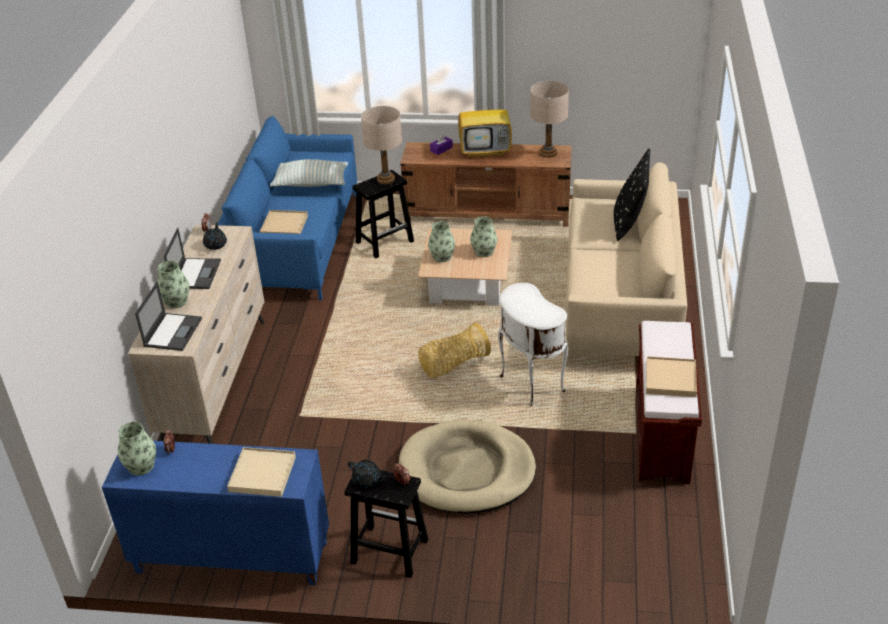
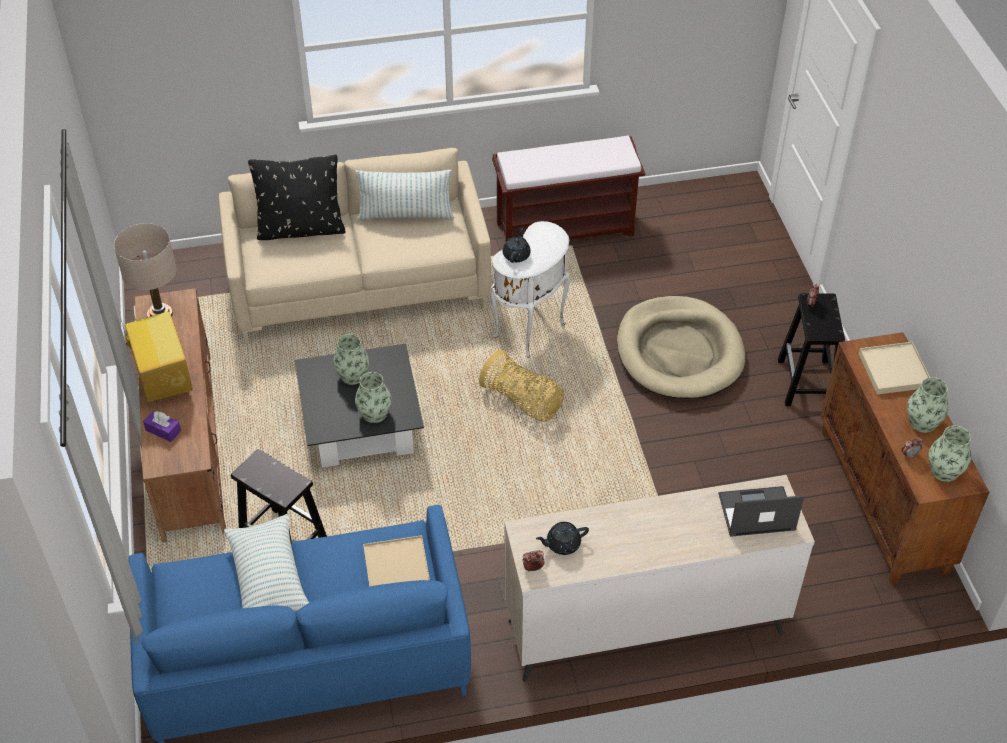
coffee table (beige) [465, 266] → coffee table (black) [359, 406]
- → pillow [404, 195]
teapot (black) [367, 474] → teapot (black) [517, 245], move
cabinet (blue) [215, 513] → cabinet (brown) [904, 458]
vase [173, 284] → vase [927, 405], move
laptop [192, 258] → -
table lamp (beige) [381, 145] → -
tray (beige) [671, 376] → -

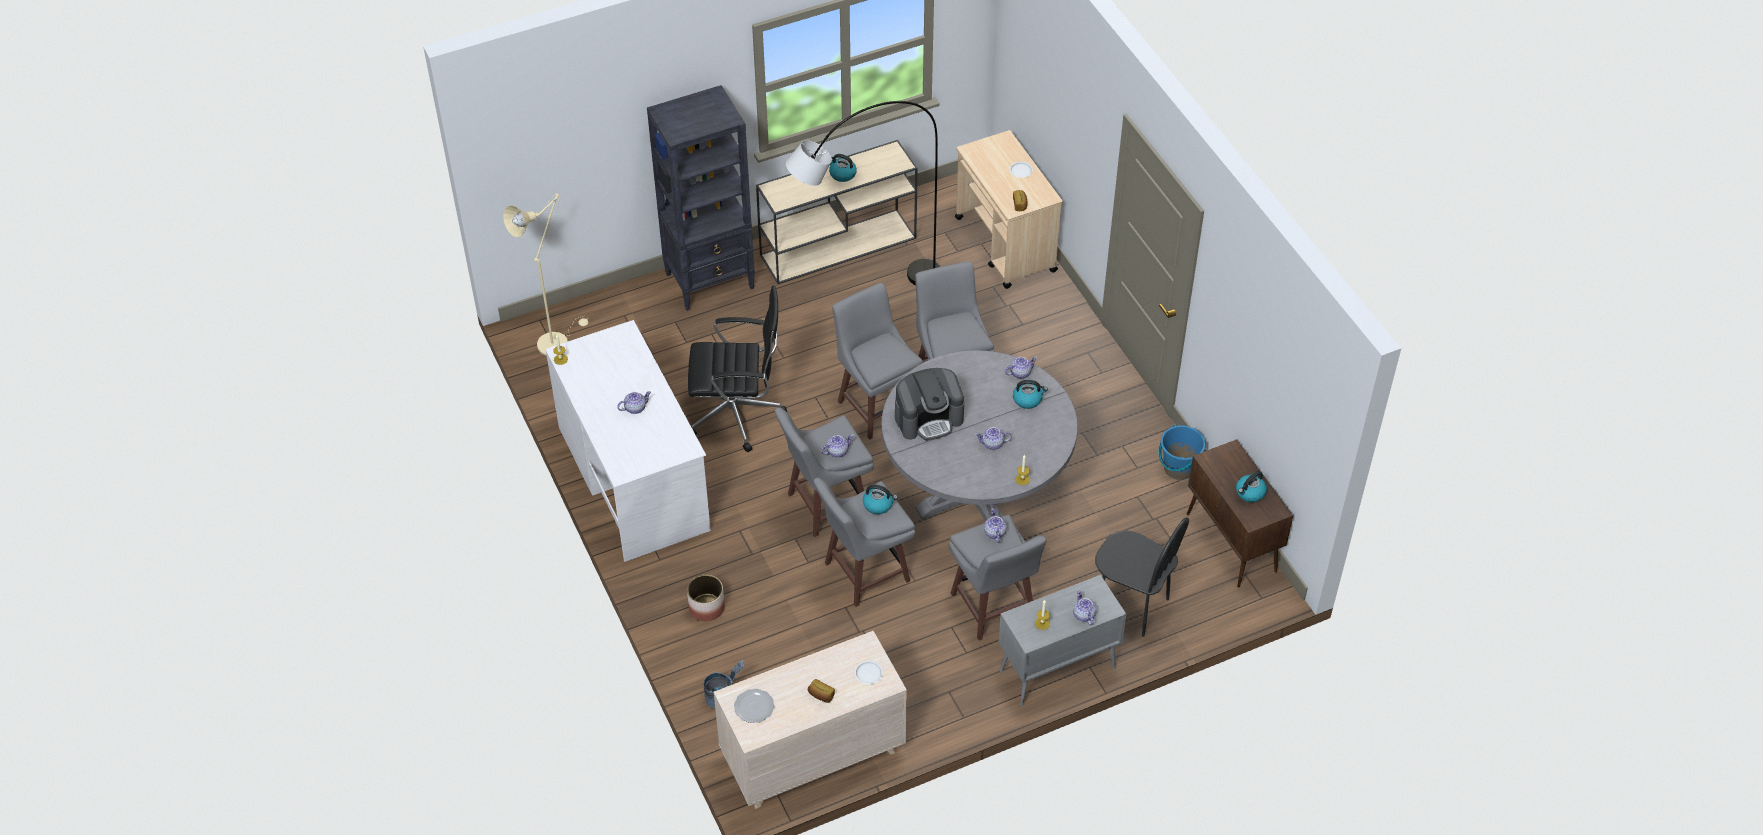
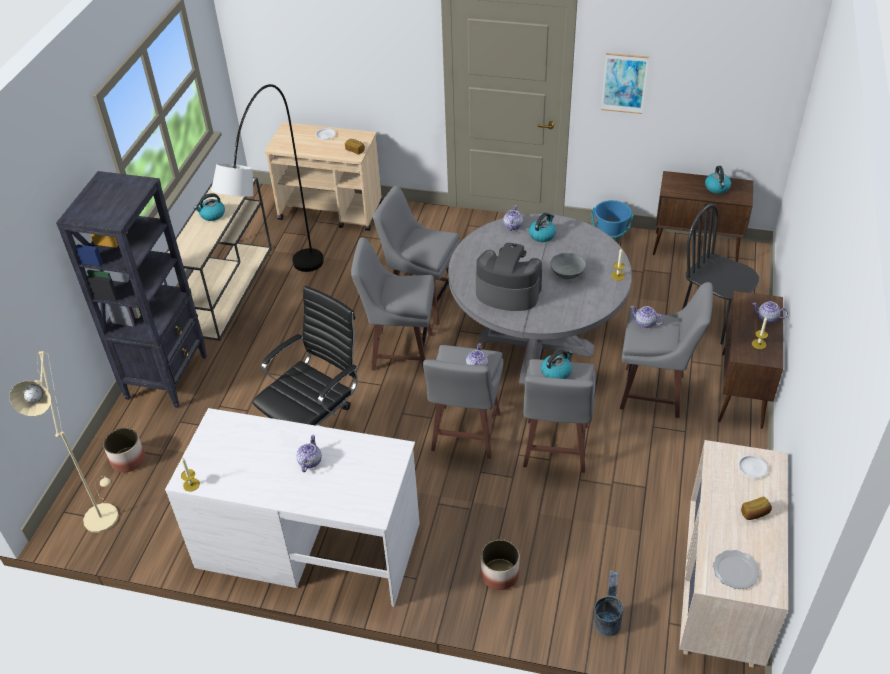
- → planter [124, 450]
coffee machine [929, 404] → coffee machine [509, 277], 90 degrees counterclockwise
teapot [993, 438] → bowl (grey) [568, 266]
- → picture [625, 83]
chair (black) [1142, 577] → chair (black) [721, 274], 120 degrees counterclockwise
cabinet (grey) [1062, 640] → cabinet (brown) [750, 360]

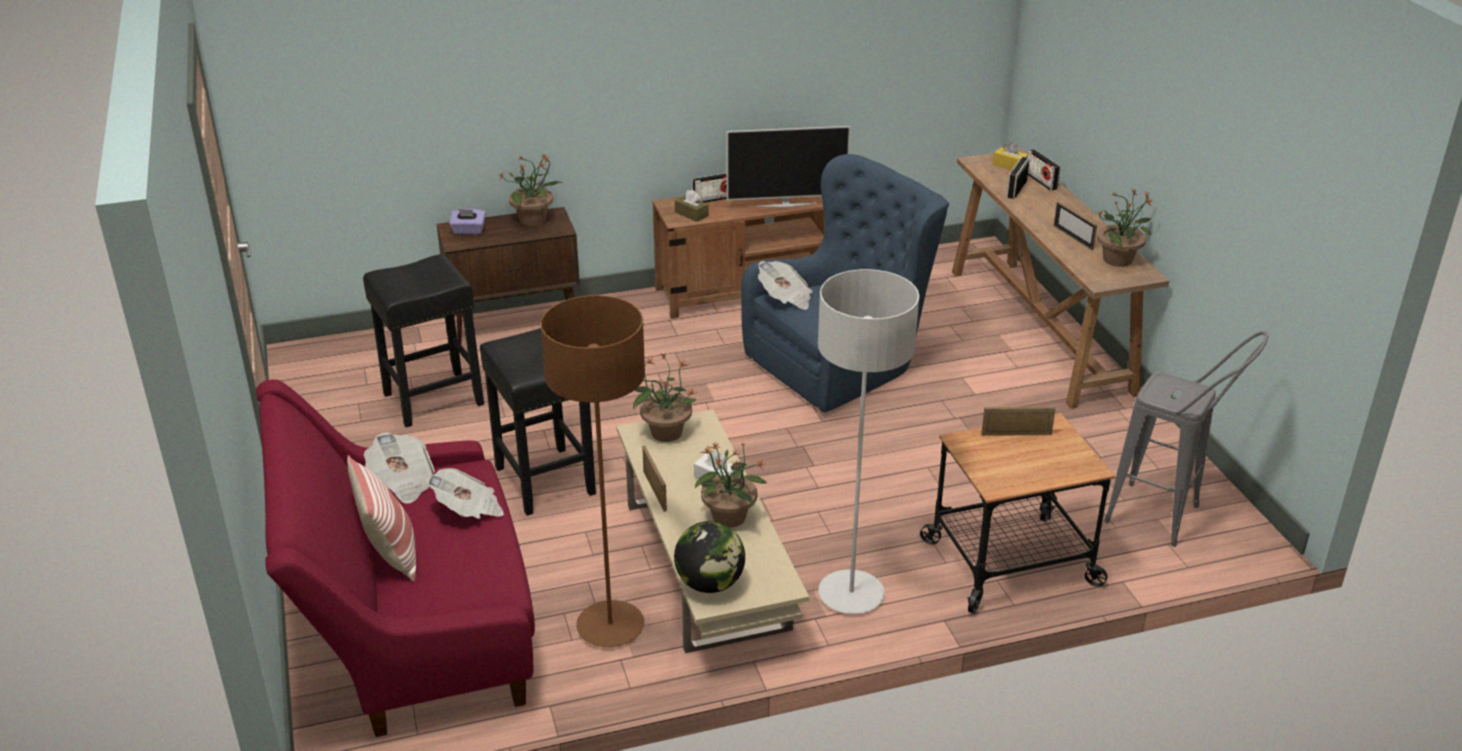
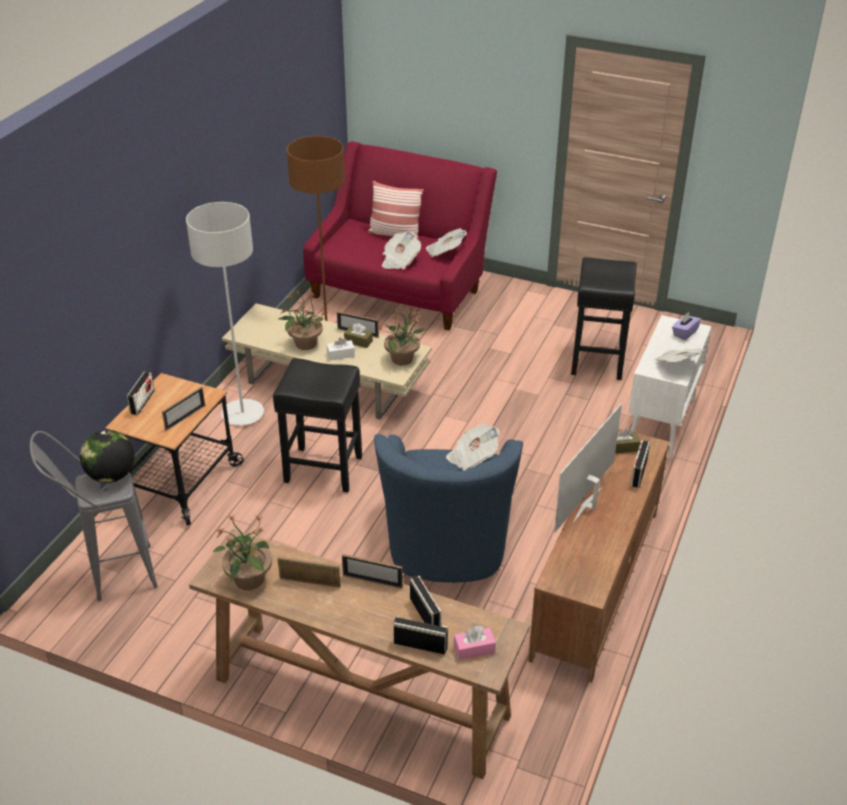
globe [709, 557] → globe [107, 456], move
- → radio [141, 393]
stool (black) [538, 422] → stool (black) [317, 425], move
- → picture frame [372, 571]
- → tissue box (brown) [358, 335]
tissue box (yellow) [1010, 156] → tissue box (pink) [475, 643]
cabinet (brown) [508, 275] → cabinet (white) [670, 387]
potted plant [531, 190] → newspaper [678, 355]

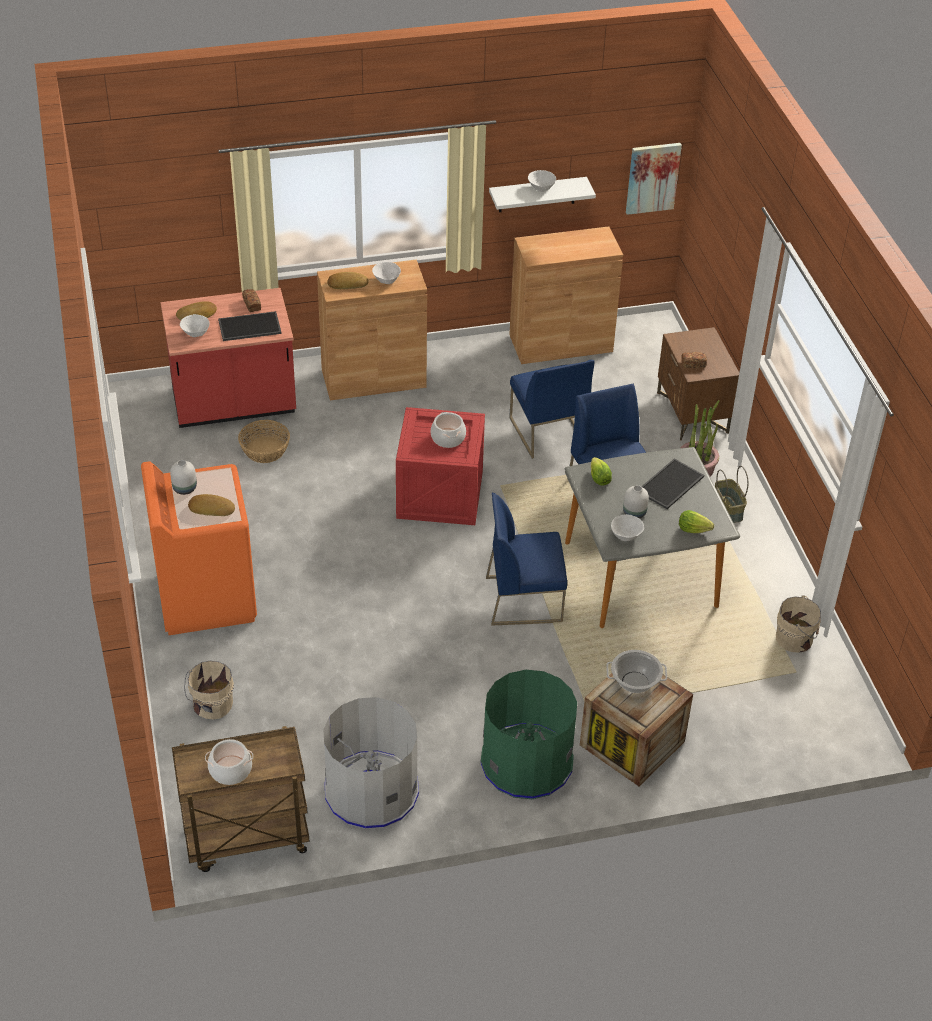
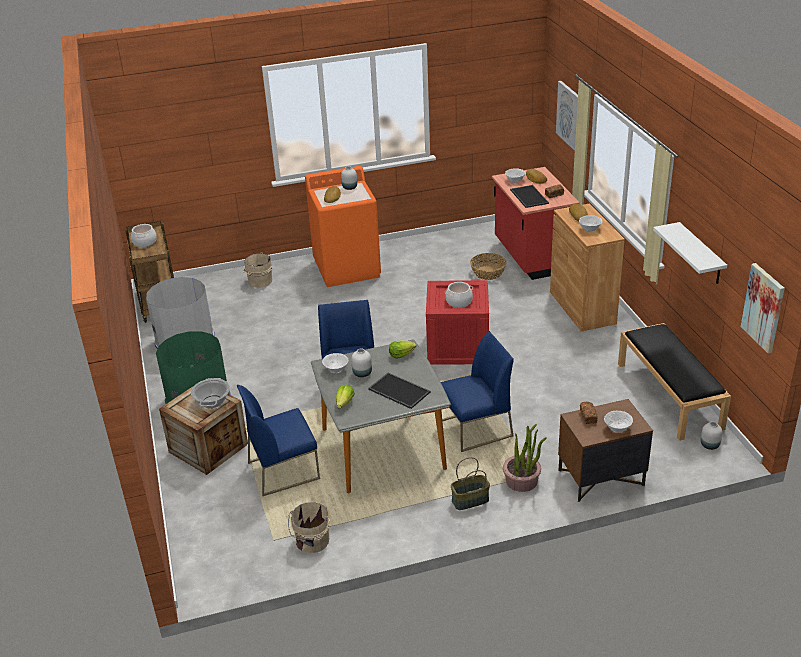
chair (blue) [551, 409] → chair (blue) [278, 440], move
- → picture [567, 116]
bowl (white) [542, 181] → bowl (white) [618, 422], move
cabinet (brown) [566, 295] → bench (black) [674, 382]
- → vase (white) [711, 436]

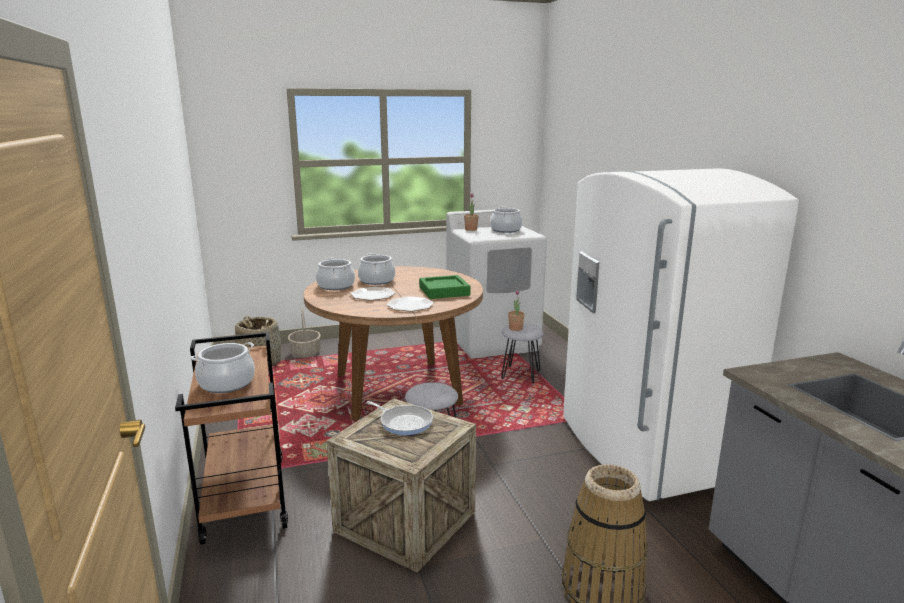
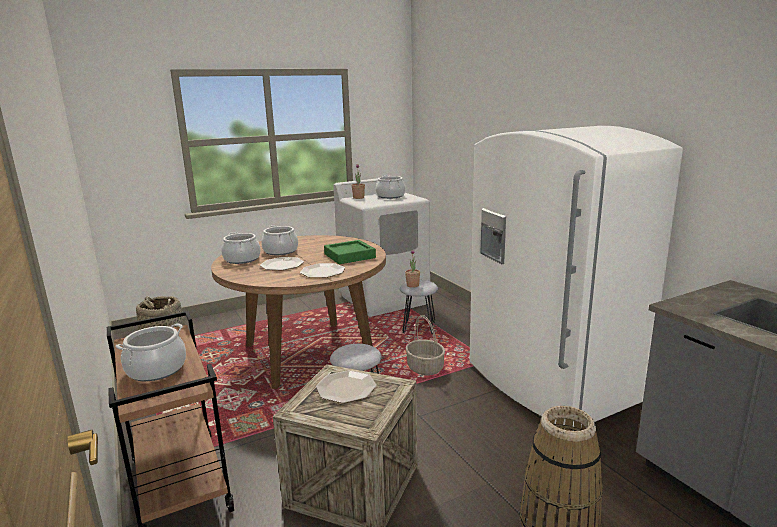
frying pan [399, 418] → plate [346, 386]
basket [304, 332] → basket [425, 345], move

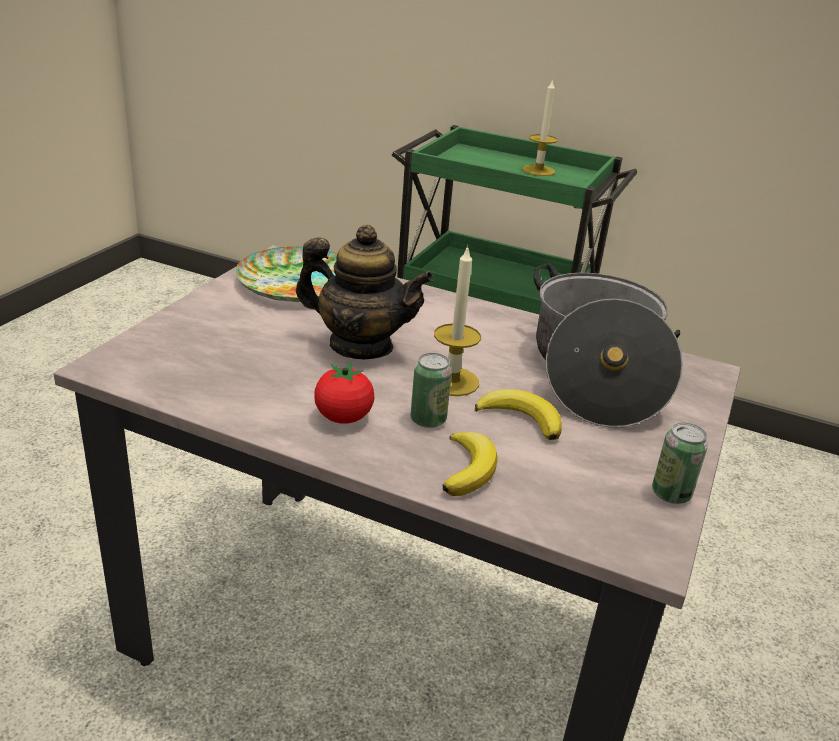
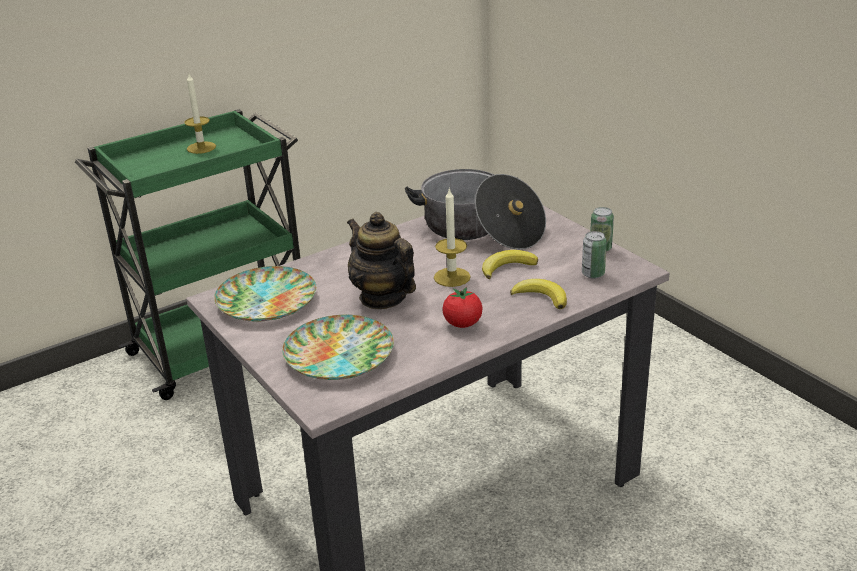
- → plate [338, 347]
teapot [365, 292] → teapot [381, 260], 90 degrees counterclockwise
can [431, 390] → can [594, 254], move

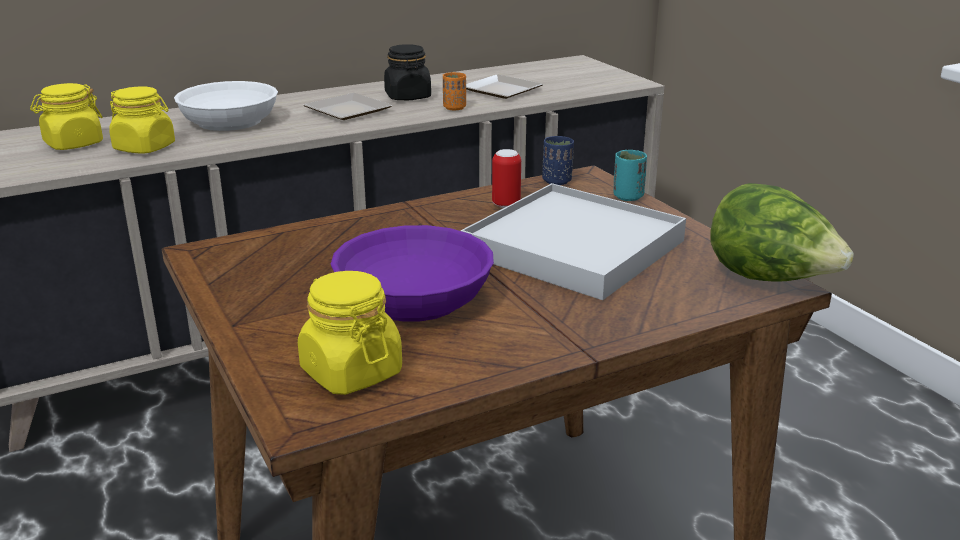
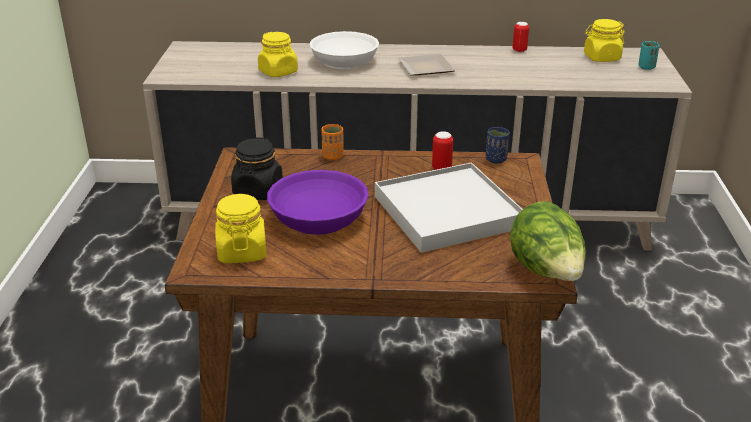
jar (black) [407, 72] → jar (black) [257, 168], move
cup (orange) [454, 91] → cup (orange) [332, 142], move
- → can [521, 37]
jar (yellow) [66, 116] → jar (yellow) [604, 40], move
cup (turquoise) [630, 175] → cup (turquoise) [649, 55], move
plate [504, 86] → -

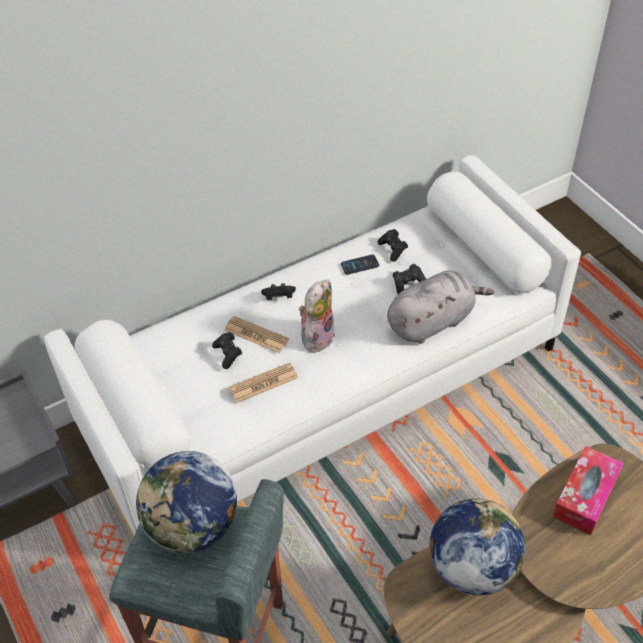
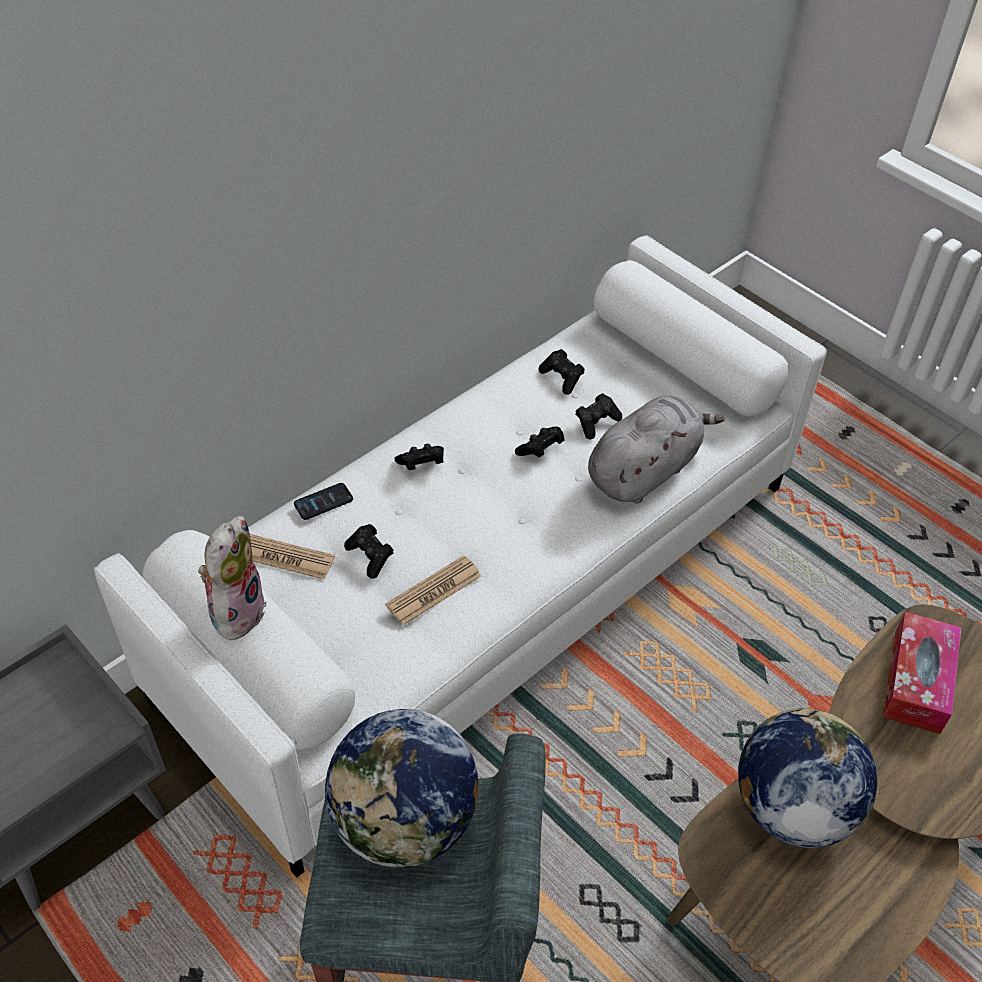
plush toy [317, 316] → plush toy [232, 579], move
newspaper [256, 334] → newspaper [292, 557], move
phone [360, 265] → phone [323, 501], move
- → game controller (black) [540, 442]

